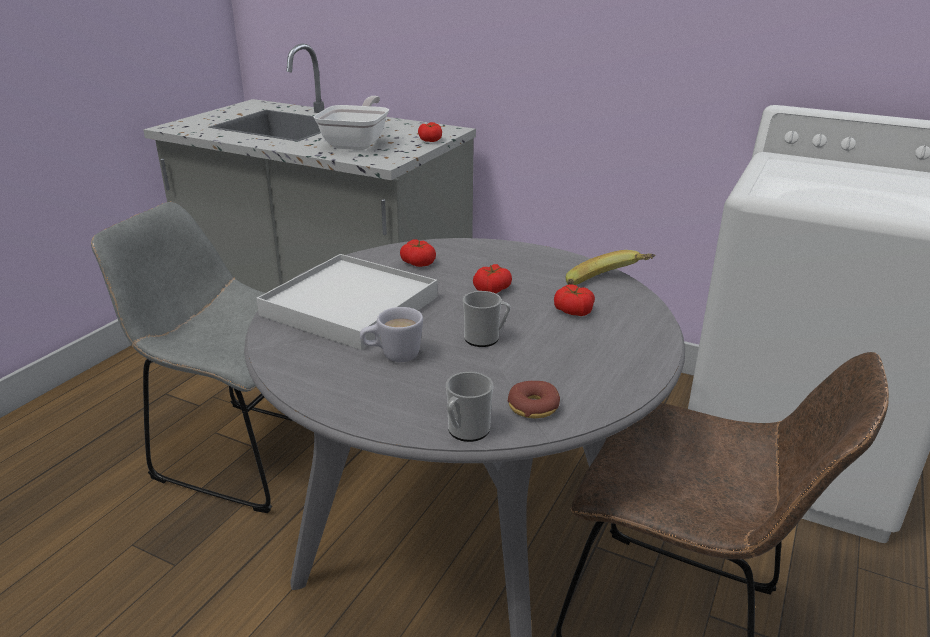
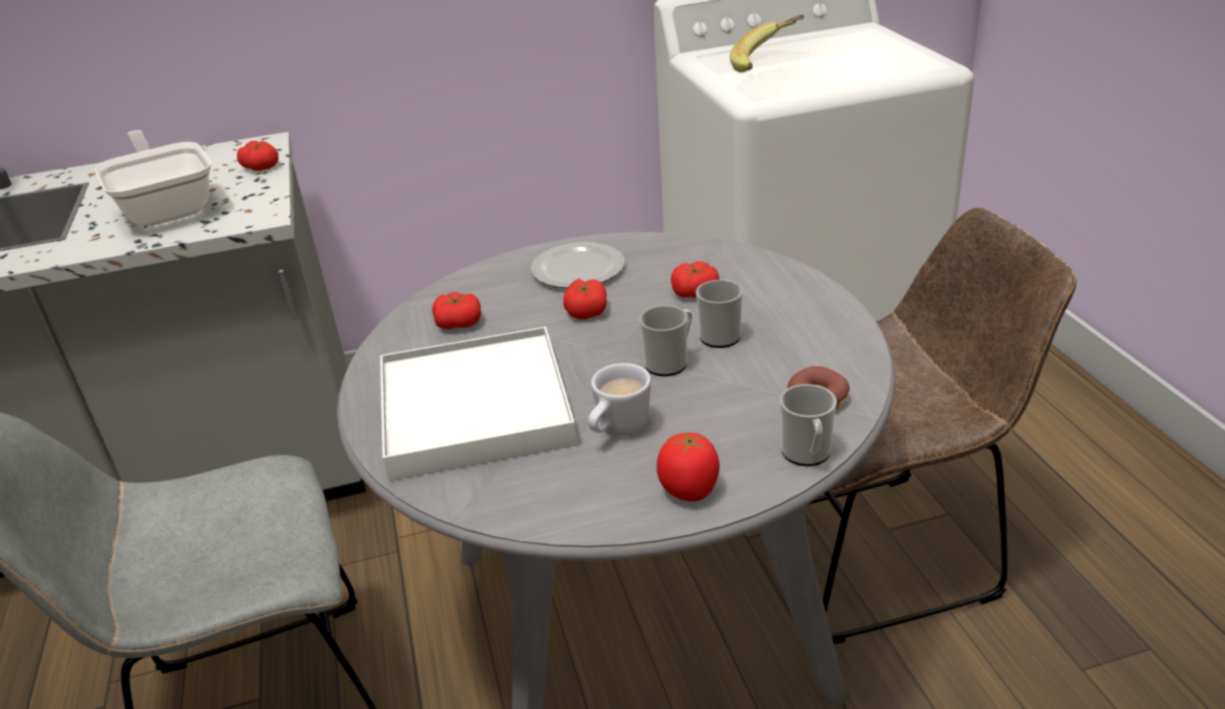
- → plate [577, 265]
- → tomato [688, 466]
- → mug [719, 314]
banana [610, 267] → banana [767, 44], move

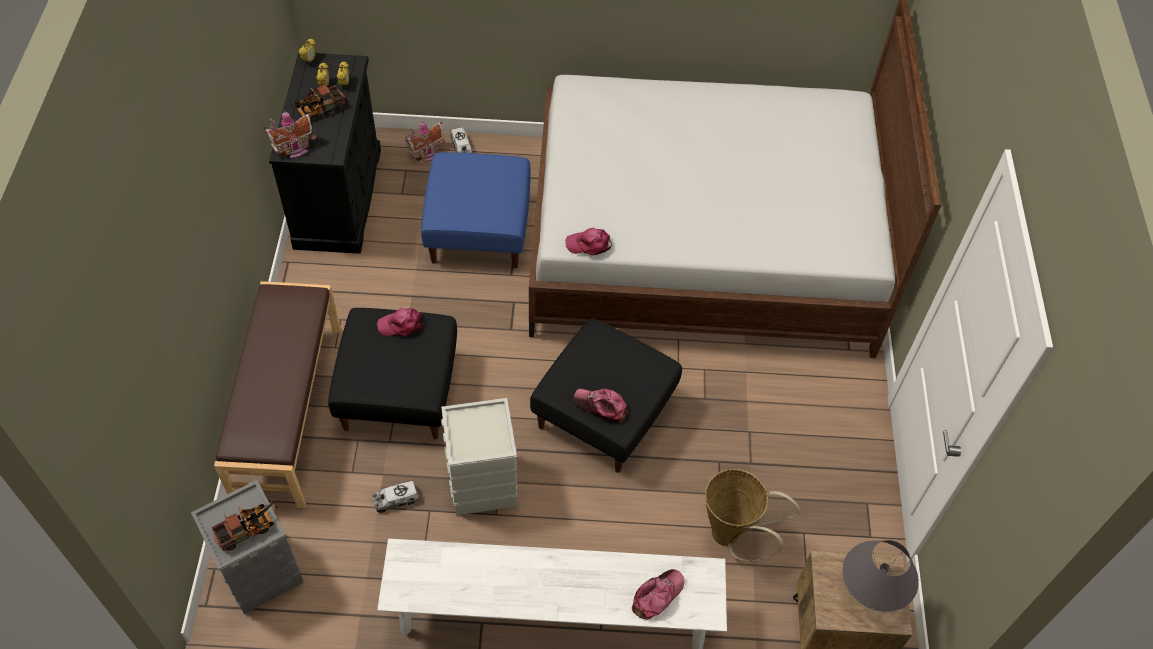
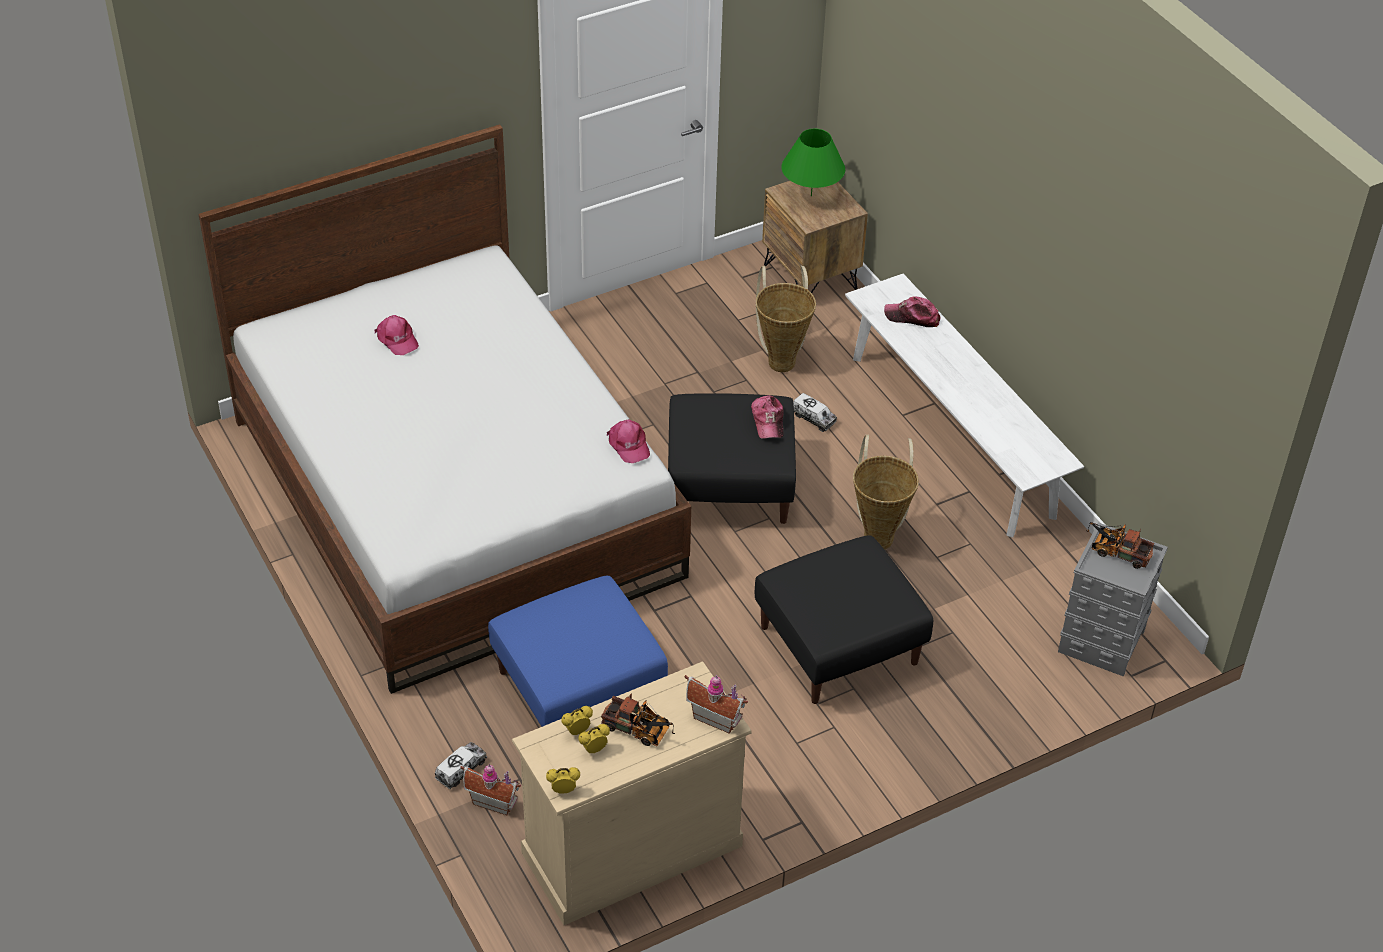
cap (pink) [400, 322] → cap (pink) [397, 335], move
dresser (black) [325, 153] → dresser (beige) [632, 793]
table lamp (grey) [881, 576] → table lamp (green) [813, 162]
toy truck [396, 497] → toy truck [815, 412], move
storage box (grey) [479, 456] → basket [886, 492]
bench (brown) [277, 394] → -

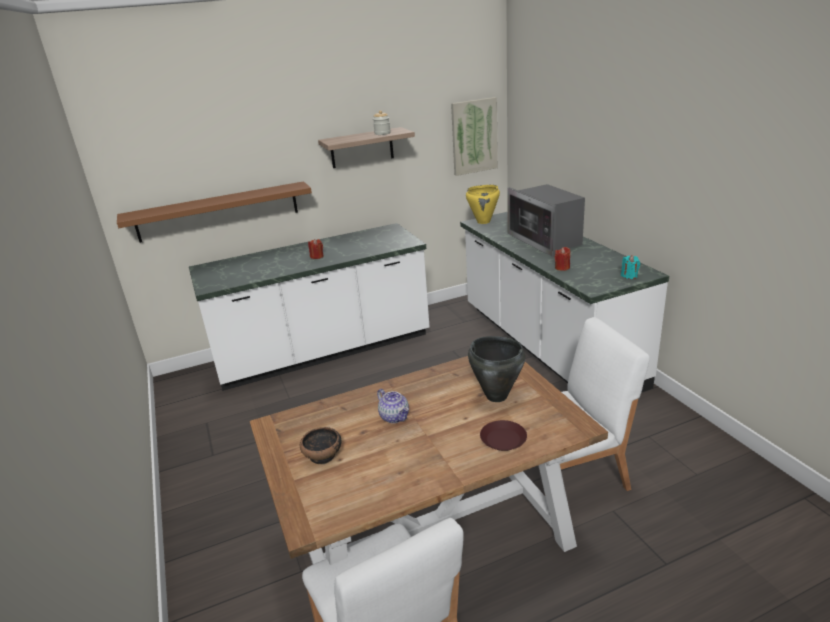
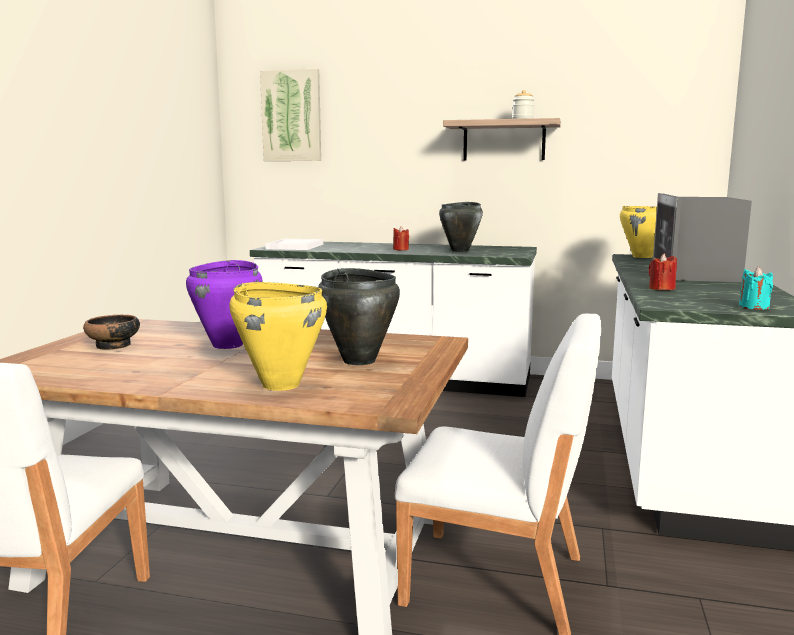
teapot [393, 406] → cooking pot (purple) [224, 304]
plate (brown) [503, 435] → cooking pot (yellow) [278, 336]
picture [474, 136] → picture [290, 115], move
- → tray (white) [294, 244]
- → cooking pot (black) [461, 227]
shelf (brown) [214, 212] → -

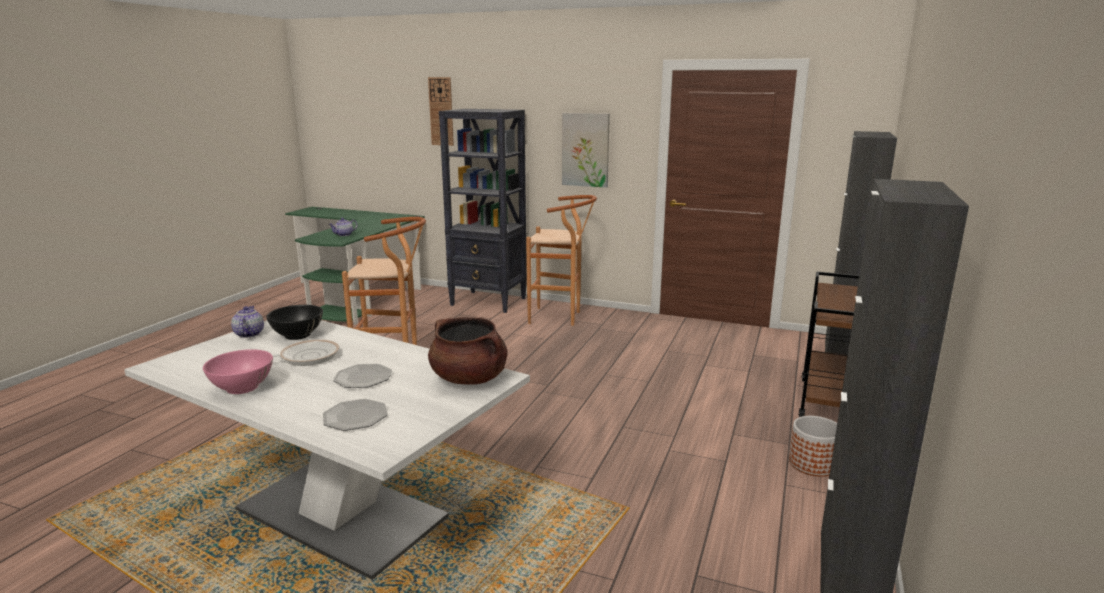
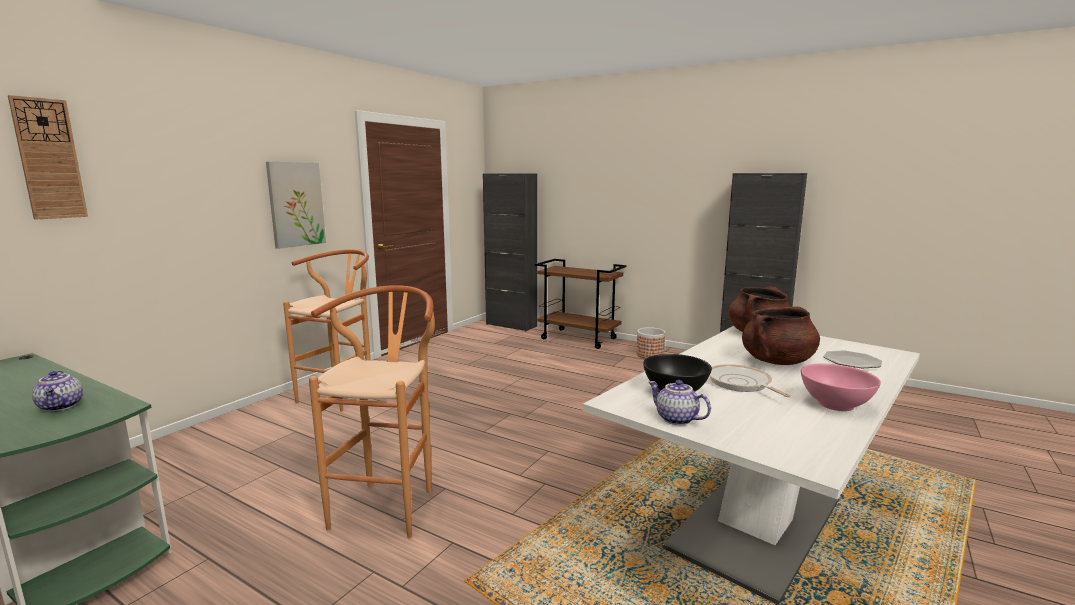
teapot [247, 322] → teapot [680, 402], 45 degrees clockwise
plate [362, 376] → cooking pot (brown) [781, 336]
bookcase (black) [483, 211] → -

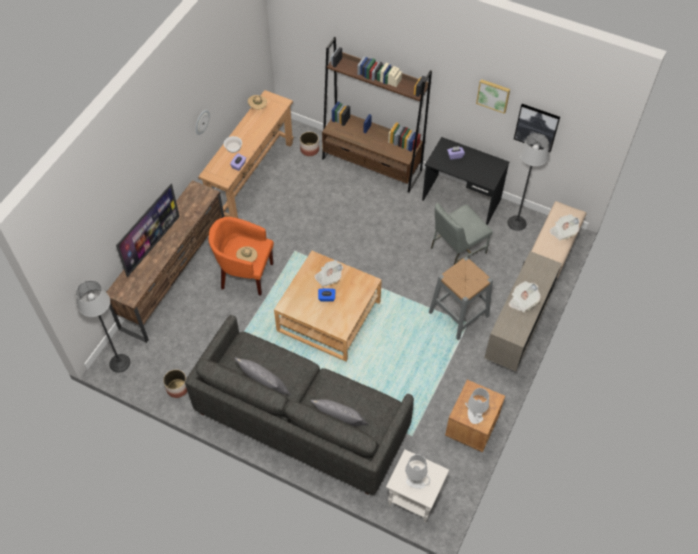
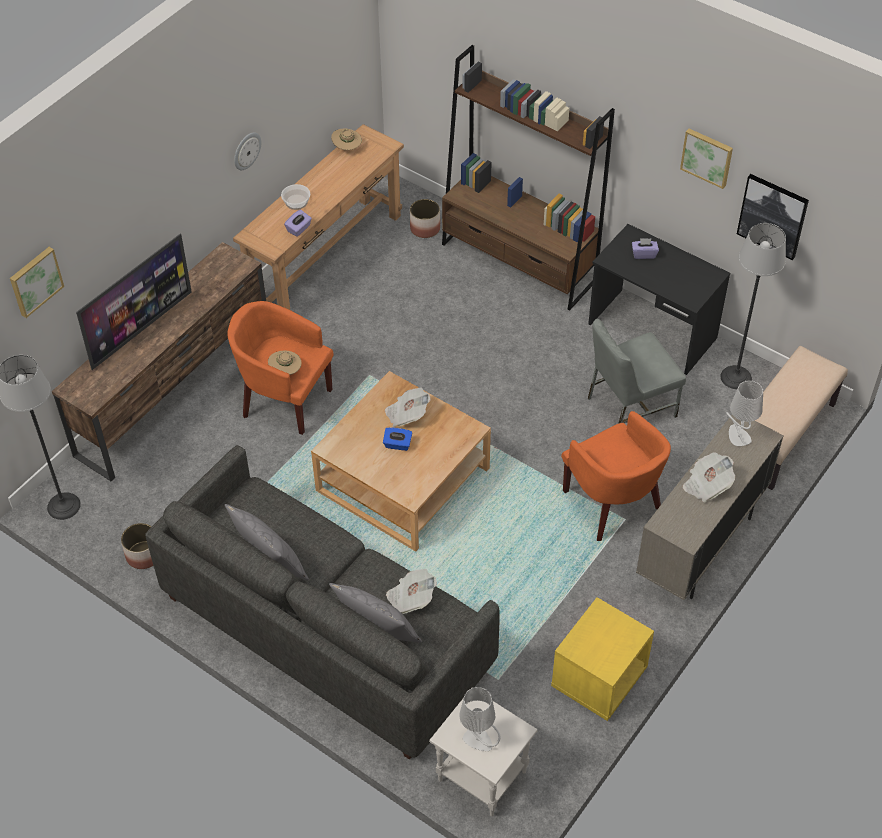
- → picture [37, 282]
newspaper [564, 227] → newspaper [411, 591], move
nightstand (brown) [475, 416] → nightstand (yellow) [602, 659]
stool (grey) [461, 298] → armchair (orange) [616, 476]
table lamp (grey) [477, 406] → table lamp (grey) [744, 413], move

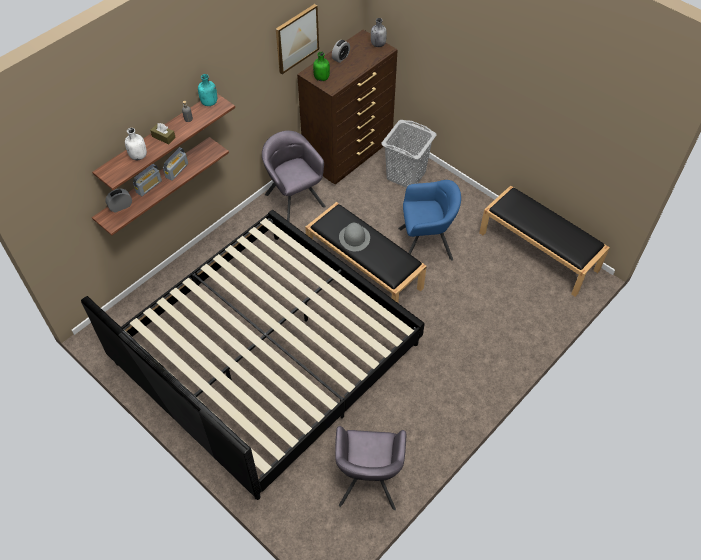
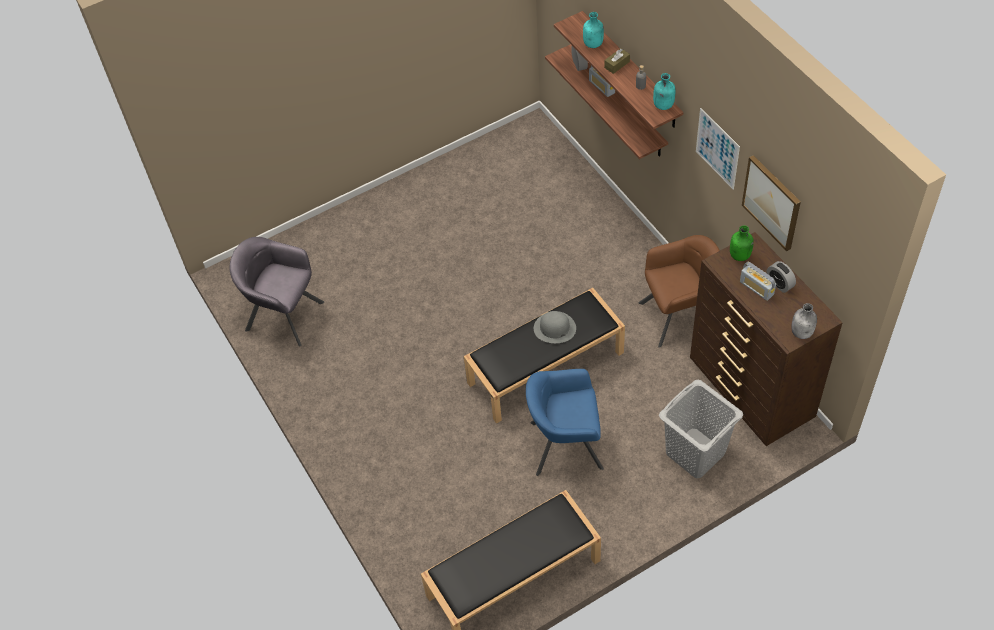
armchair (blue) [429, 220] → armchair (blue) [565, 422], 75 degrees clockwise
bottle (white) [136, 144] → bottle (turquoise) [593, 30]
armchair (grey) [294, 176] → armchair (brown) [679, 291]
- → picture [718, 149]
radio [175, 164] → radio [758, 281], move
bed [253, 355] → -

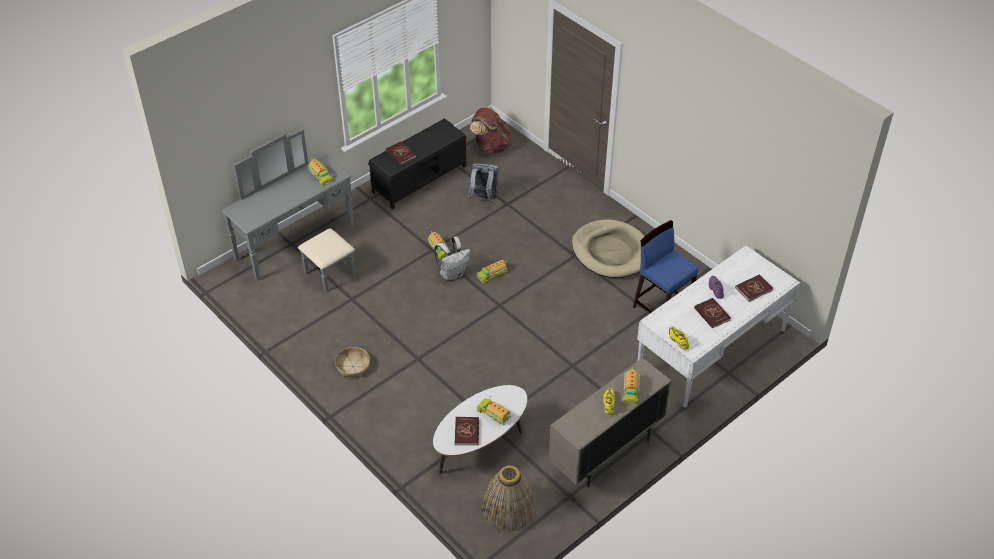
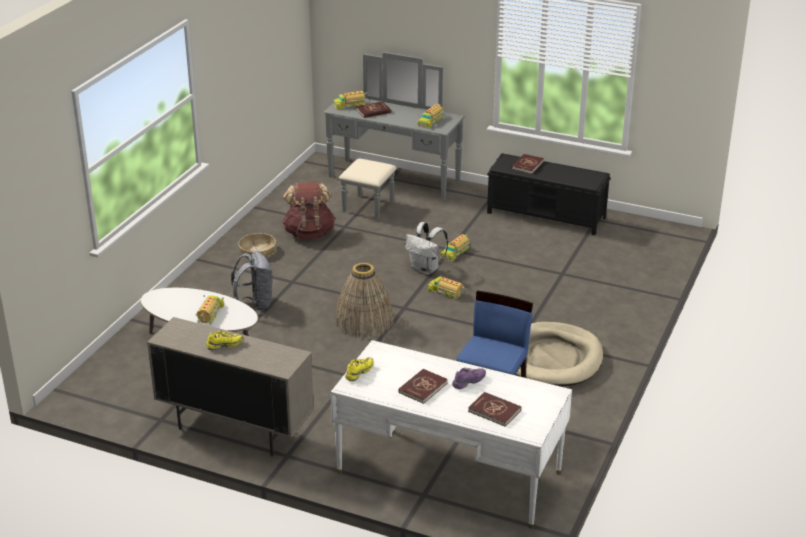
backpack (grey) [483, 183] → backpack (grey) [252, 281], move
backpack (brown) [491, 130] → backpack (brown) [309, 210], move
toy truck [631, 386] → toy truck [350, 100], move
basket [509, 498] → basket [364, 300], move
book (red) [467, 431] → book (red) [373, 109], move

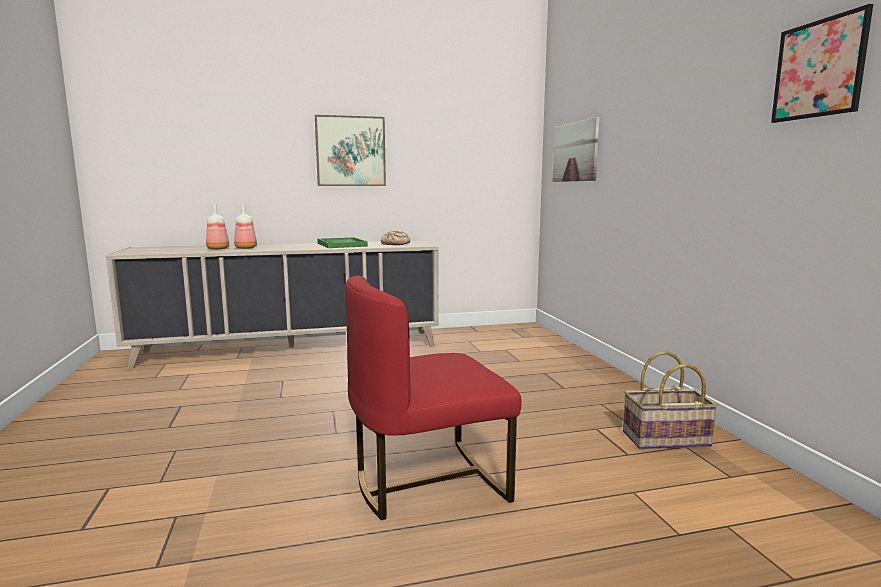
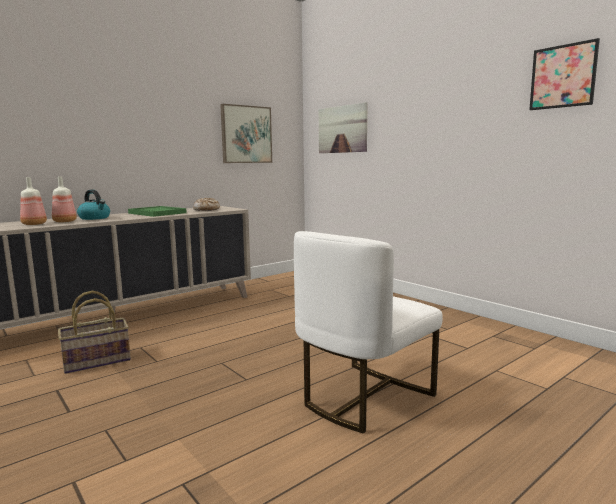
basket [670, 400] → basket [94, 332], move
- → kettle [93, 205]
picture [350, 150] → picture [246, 133], move
chair (red) [433, 398] → chair (white) [368, 332]

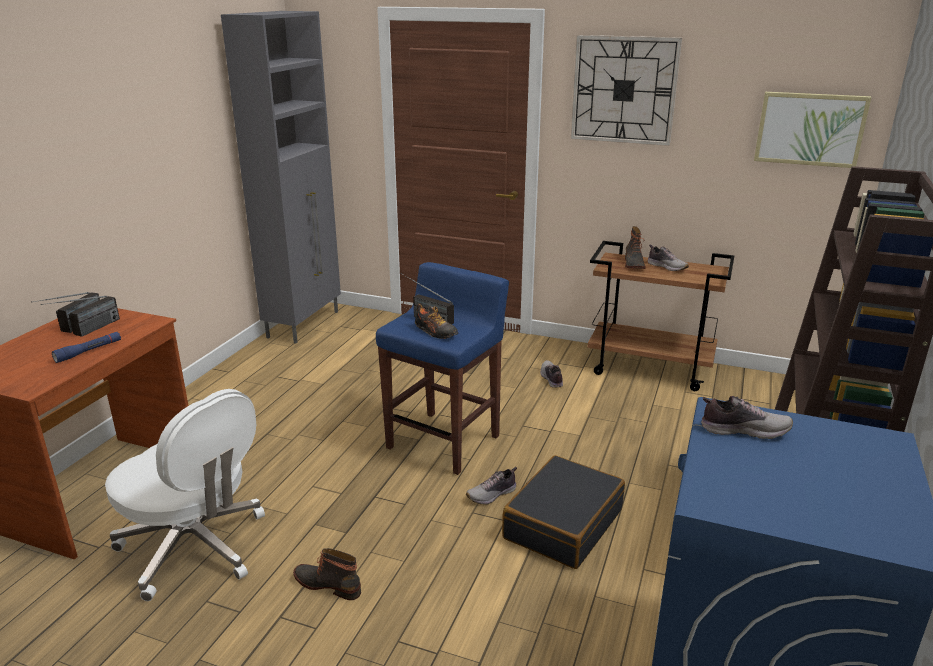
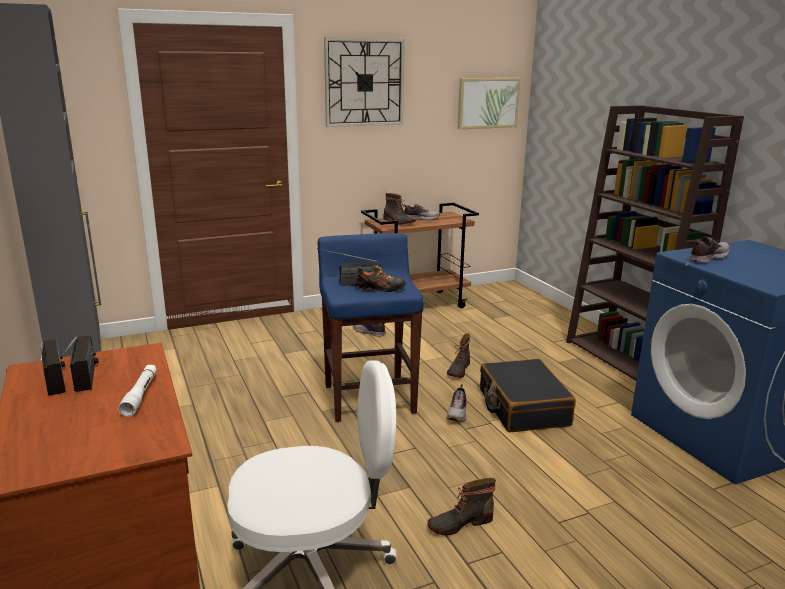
flashlight (blue) [86, 347] → flashlight (white) [137, 390]
- → boot [458, 355]

